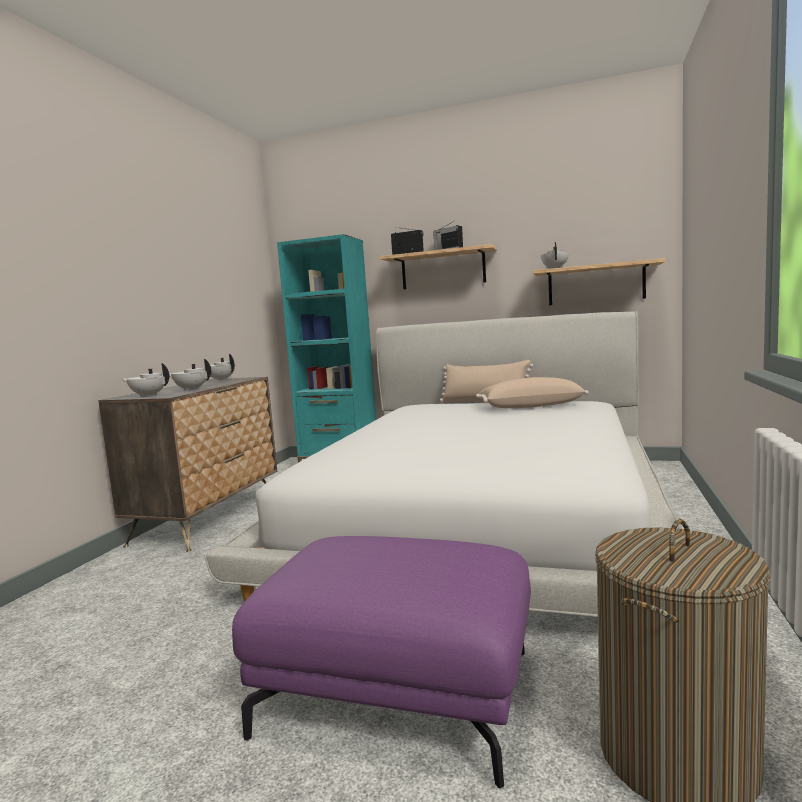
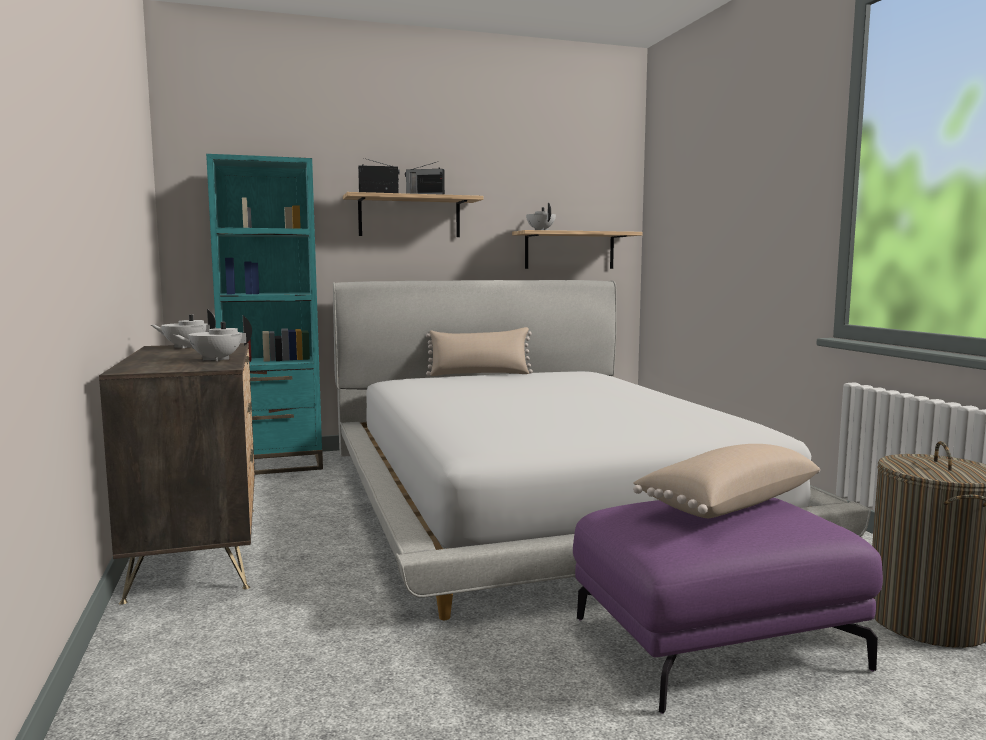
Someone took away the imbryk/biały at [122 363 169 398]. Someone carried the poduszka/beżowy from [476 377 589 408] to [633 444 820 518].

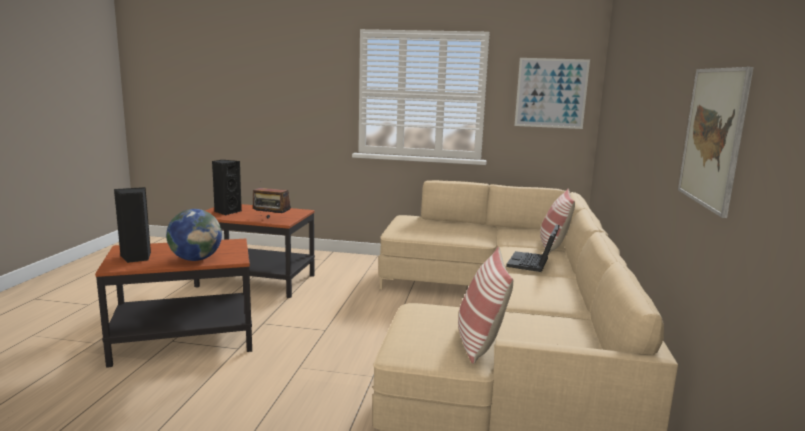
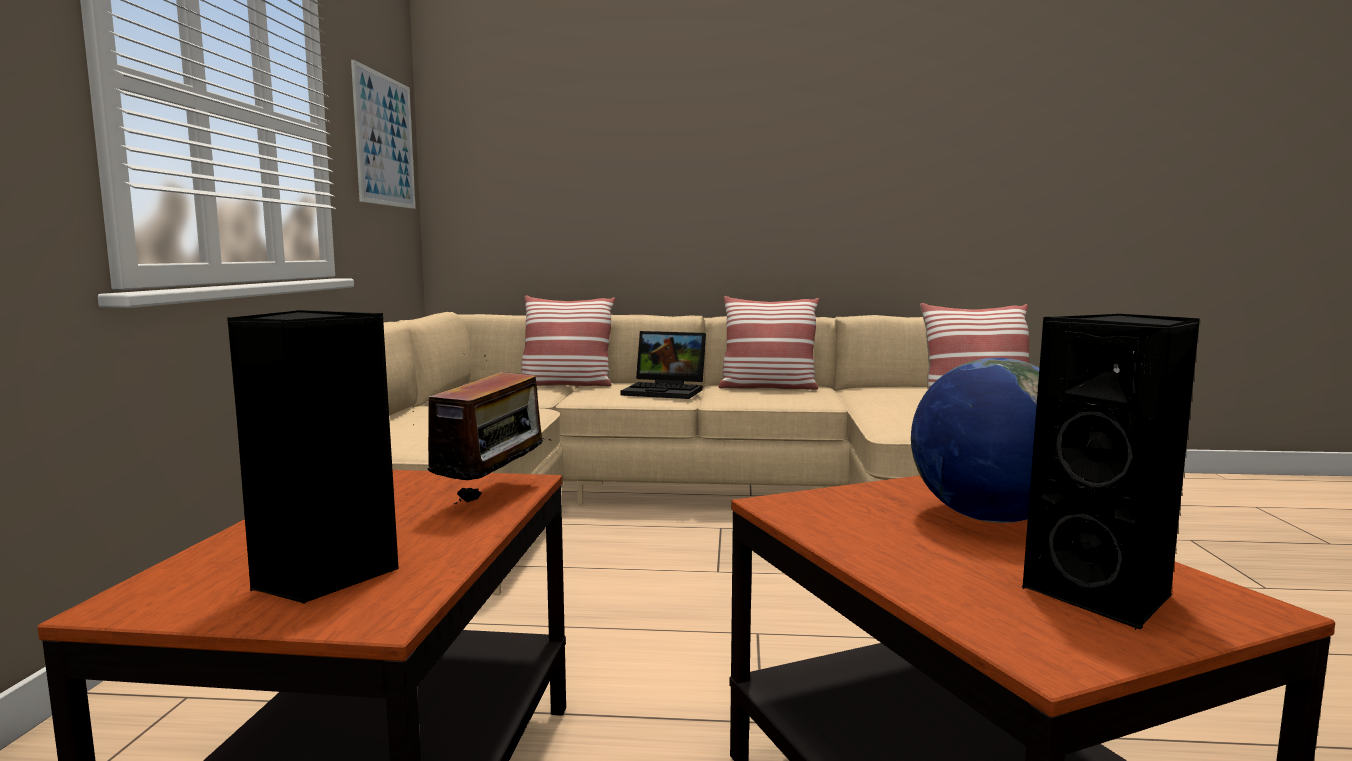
Someone took away the obraz at [678 67 754 218]. Someone put down the poduszka at [718 296 819 390].

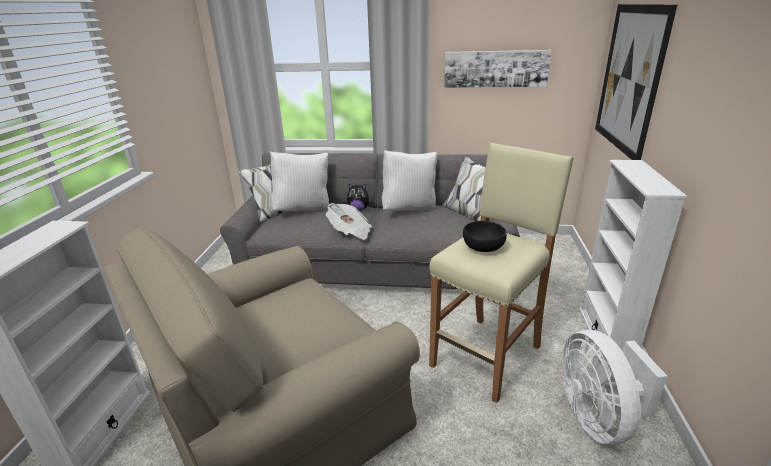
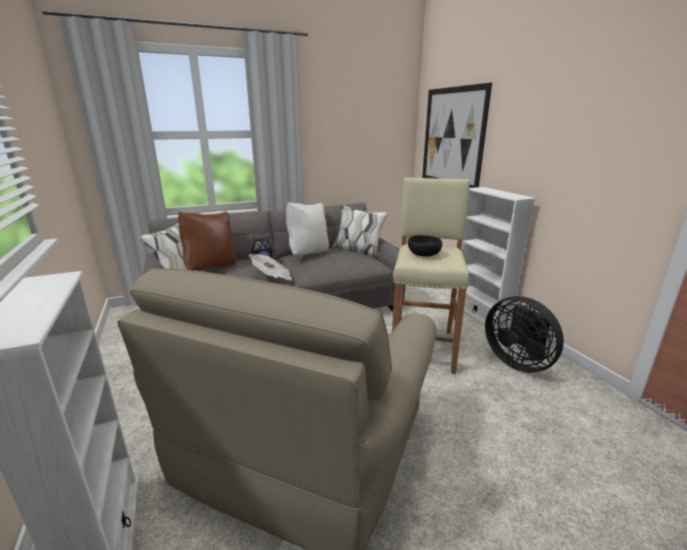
Someone repainted the poduszka/biały at [270 152 329 211], which became the poduszka/brązowy at [178 212 236 271]. Someone took away the obraz at [444 50 551 88]. Someone repainted the wentylator/biały at [562 330 668 445], which became the wentylator/czarny at [485 296 564 373].

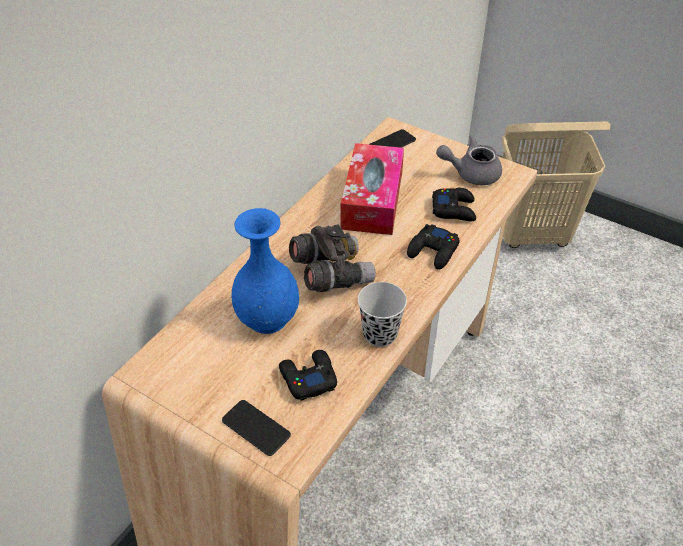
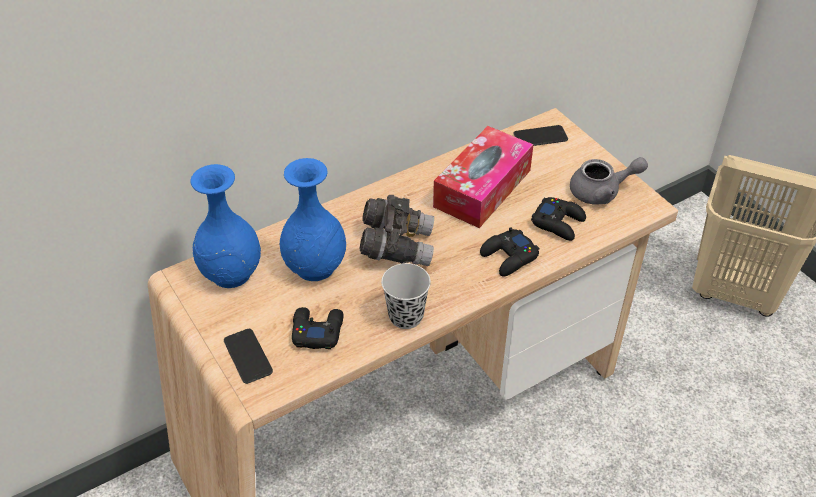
Someone rotated the imbryk/szary at [436 135 502 185] by 150 degrees clockwise. Someone put down the wazon/niebieski at [191 164 261 288].

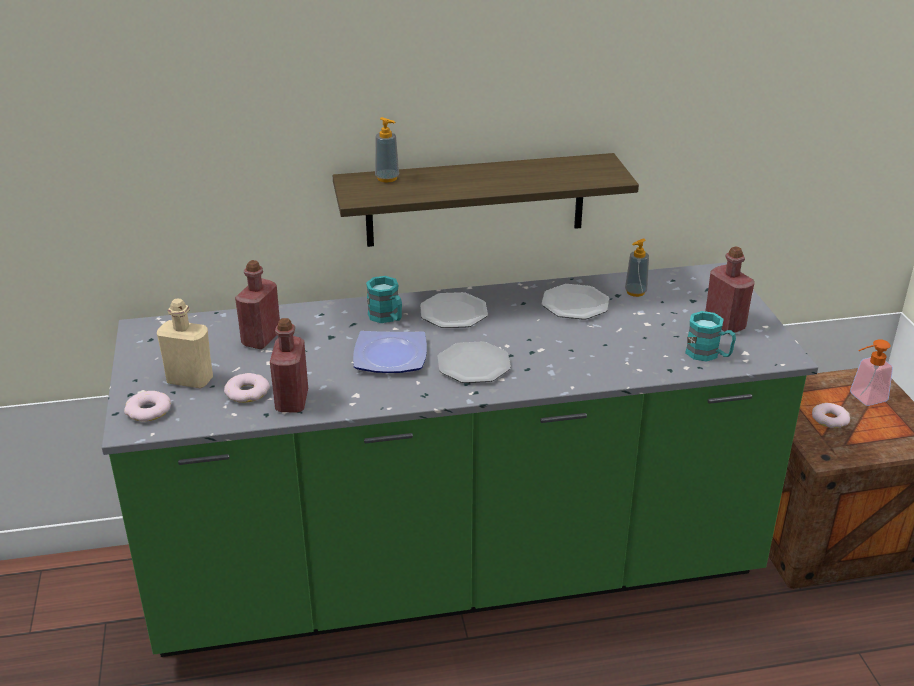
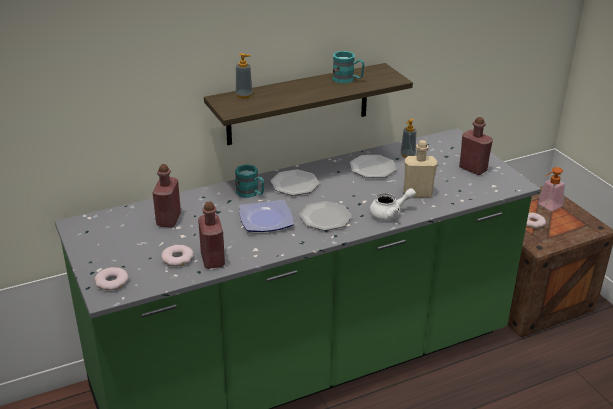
Someone carried the butelka/beżowy from [157 298 213 389] to [403 140 437 198]. Someone carried the kubek/turkusowy from [685 311 736 362] to [333 51 364 83]. Someone put down the imbryk/biały at [369 188 416 221].

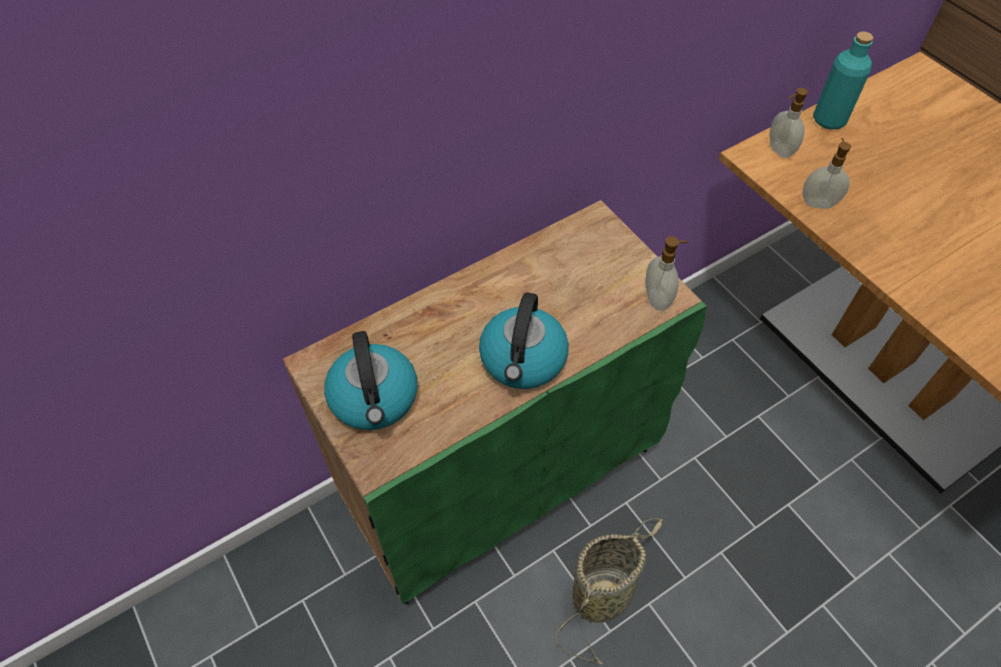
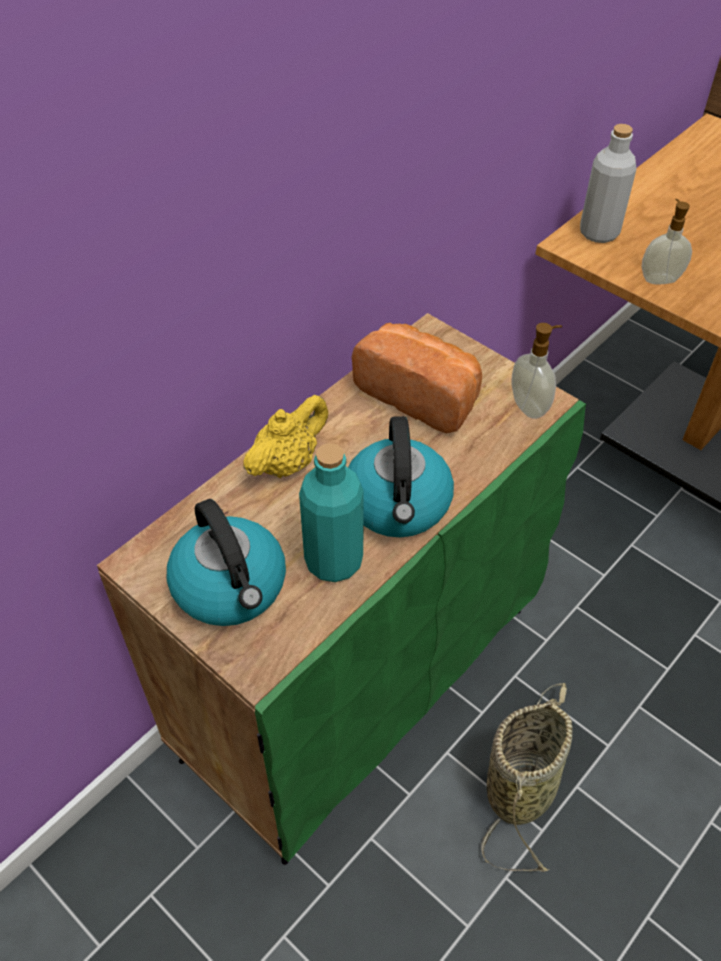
Someone swapped the dozownik mydła at [770 88 808 158] for the butelka/szary at [580 124 637 243]. Someone carried the butelka/turkusowy from [813 31 873 130] to [299 443 364 582]. Someone put down the imbryk/żółty at [243 395 328 478]. Someone put down the chleb at [352 323 482 433].

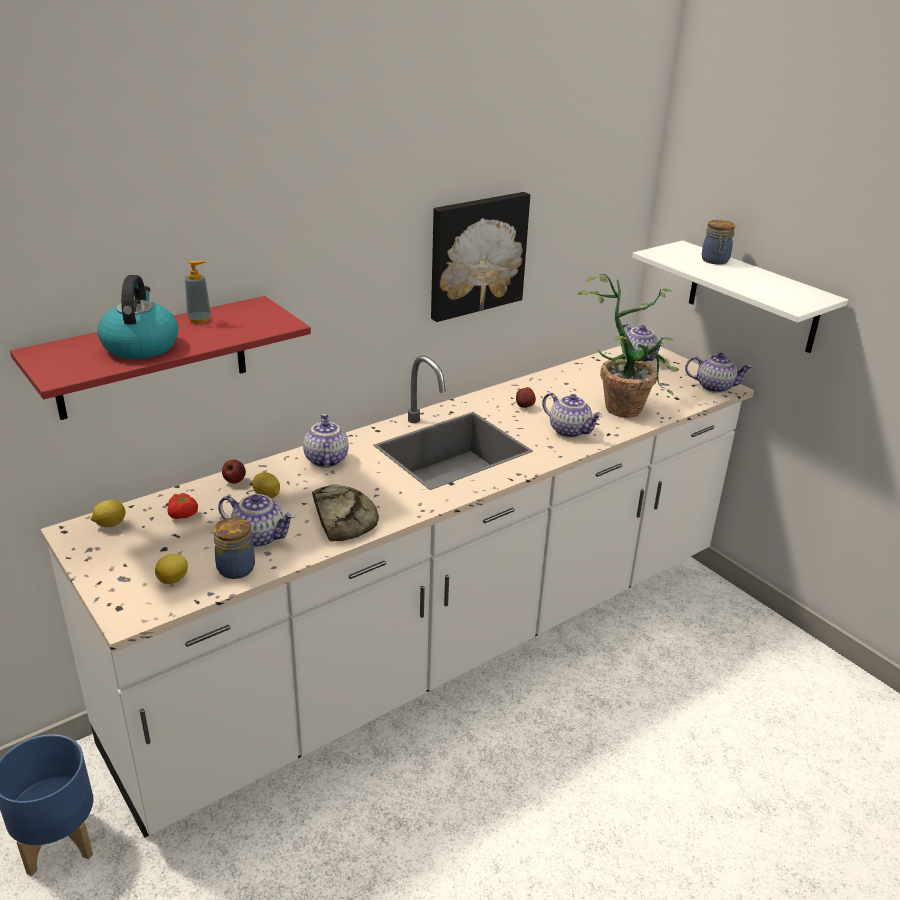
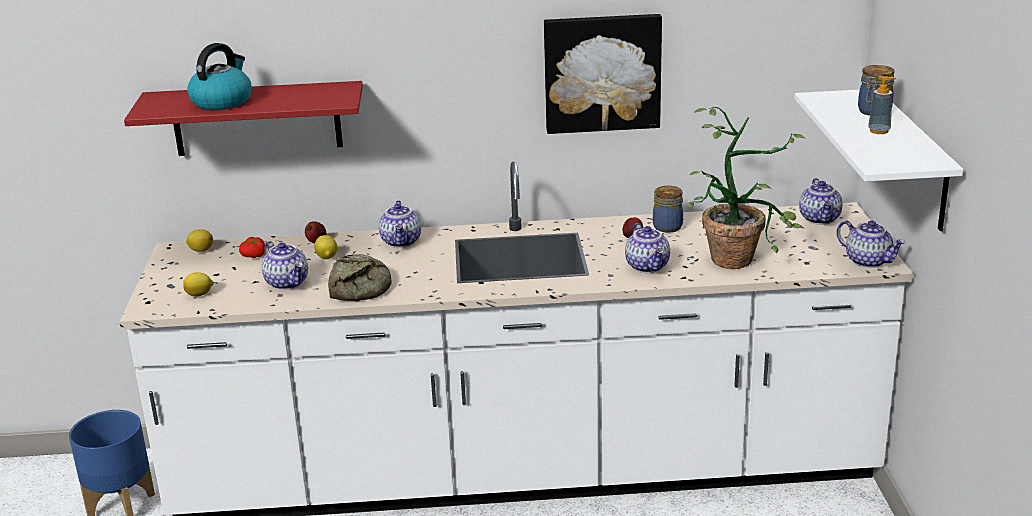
Someone carried the dozownik mydła from [185 261 211 324] to [868 76 896 134]. Someone carried the słoik from [213 517 255 579] to [653 186 683 233]. Someone rotated the imbryk at [303 414 349 468] by 150 degrees clockwise.

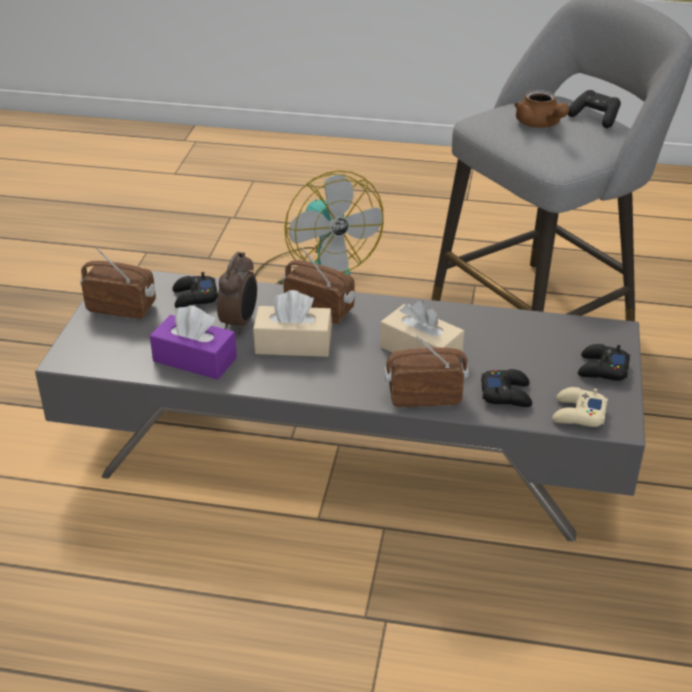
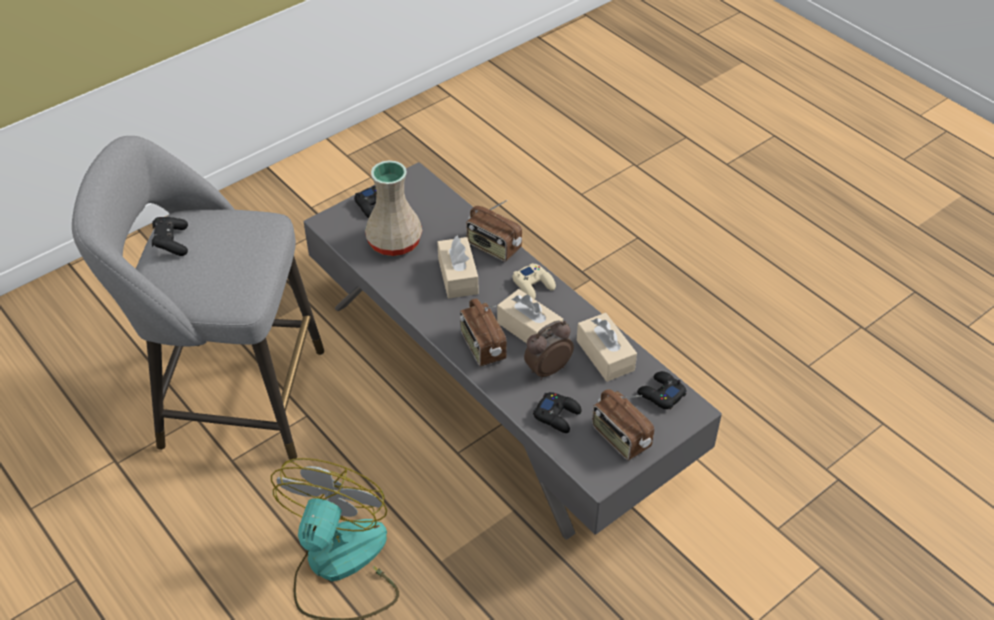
Someone repainted the pudełko chusteczek/fioletowy at [150 305 237 380], which became the pudełko chusteczek/beżowy at [577 313 637 382]. Someone carried the pad do gier/czarny from [481 369 532 407] to [637 371 687 409]. Someone took away the imbryk/brązowy at [514 90 569 128]. Someone carried the pad do gier/beżowy from [552 387 608 427] to [512 263 556 299]. Someone put down the wazon/beżowy at [365 160 422 256].

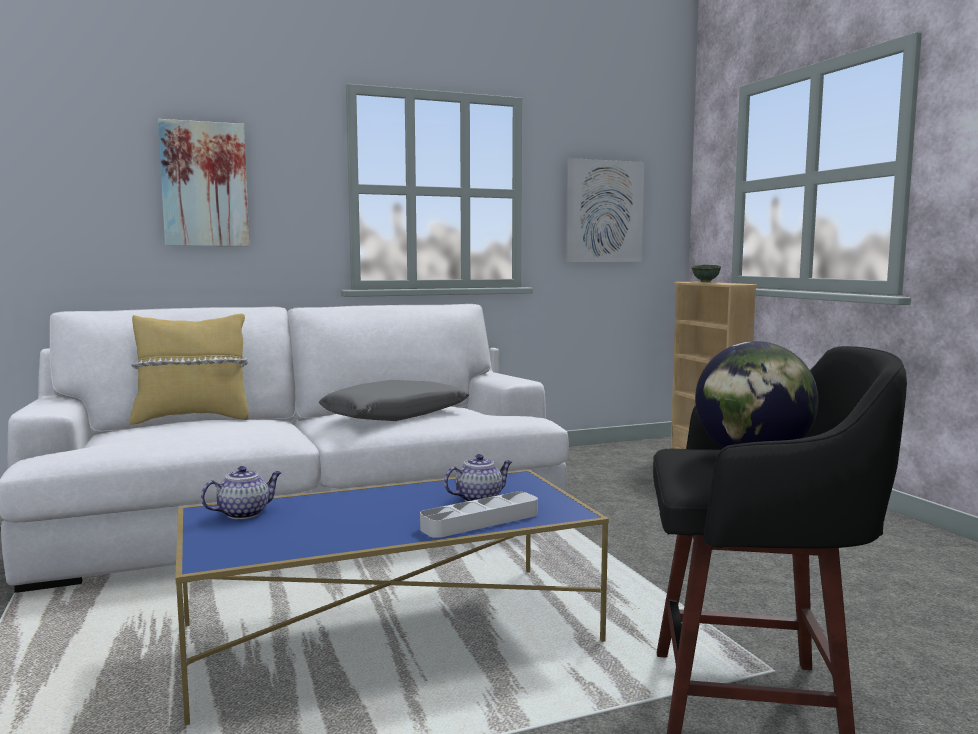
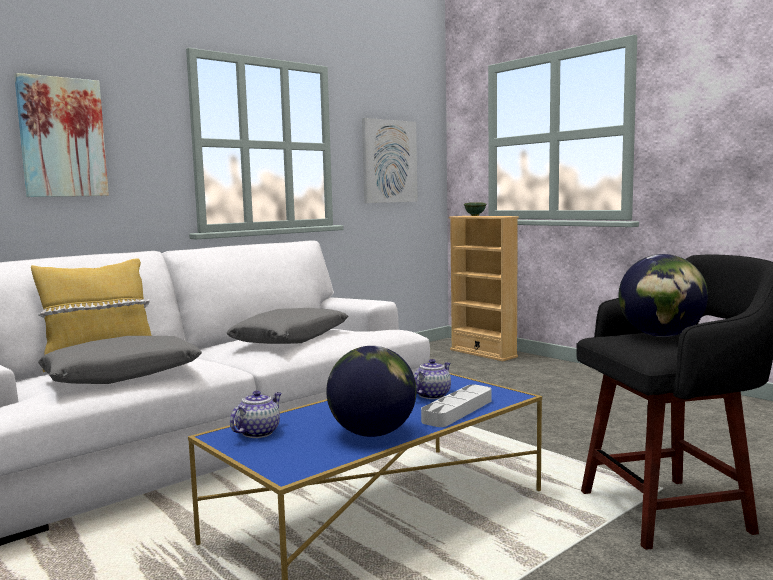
Someone put down the poduszka/szary at [38 336 202 384]. Someone put down the globus at [326 346 417 437].

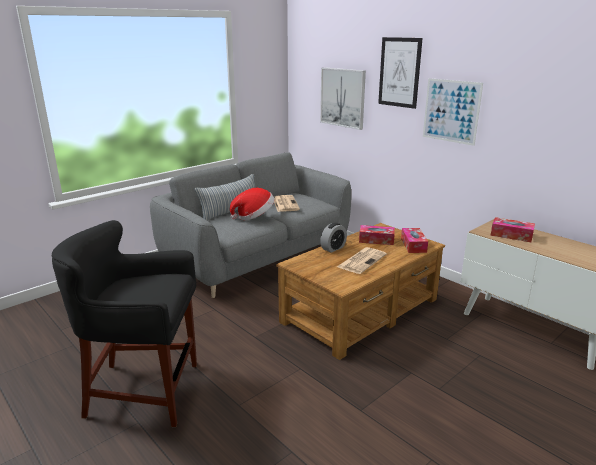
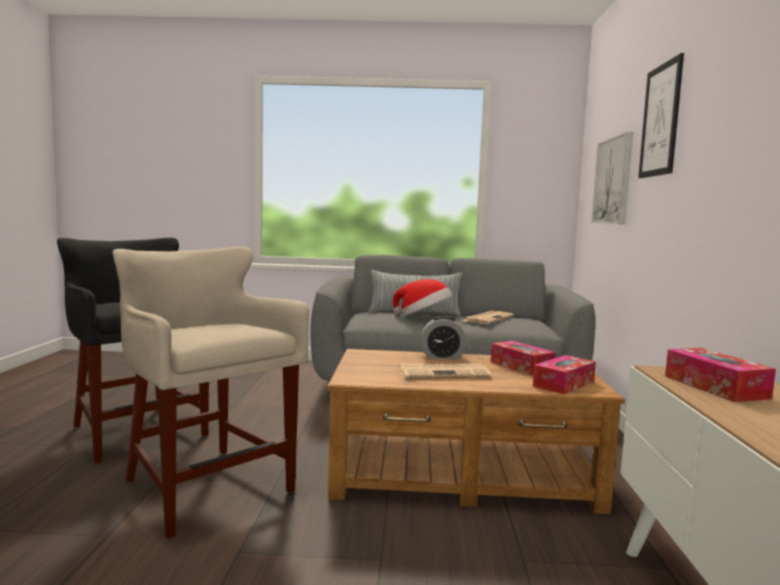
Someone took away the obraz at [423 78 483 146]. Someone put down the stołek/beżowy at [112 247 309 539].

